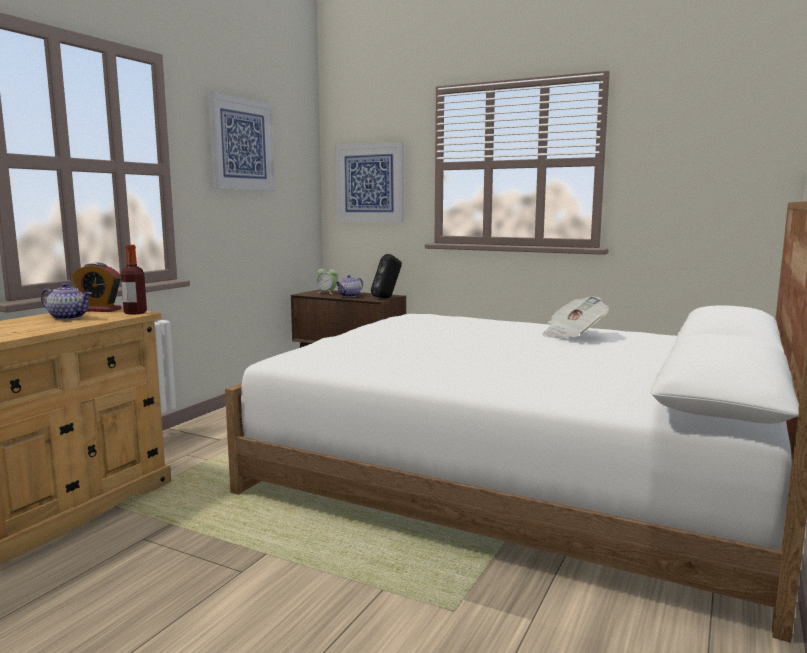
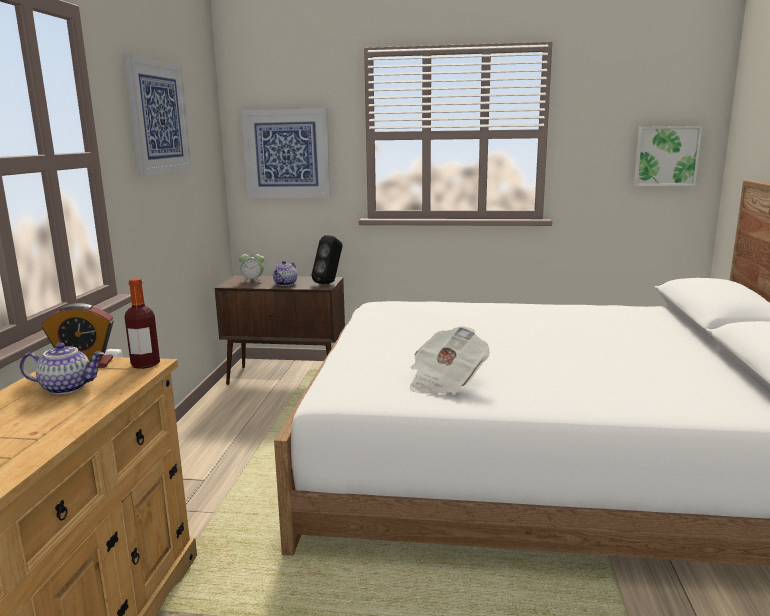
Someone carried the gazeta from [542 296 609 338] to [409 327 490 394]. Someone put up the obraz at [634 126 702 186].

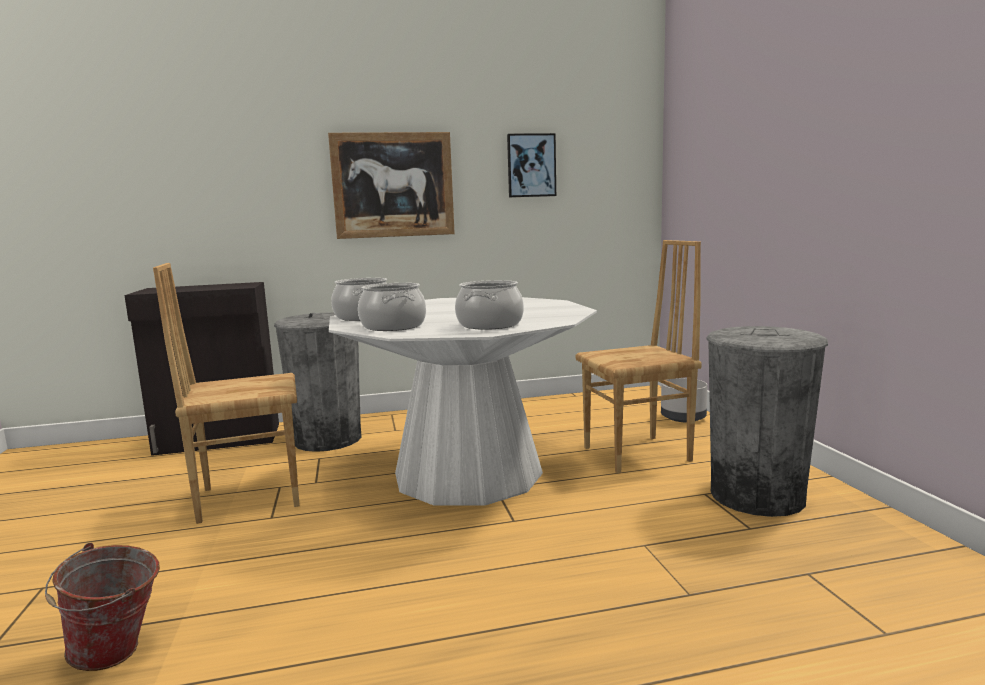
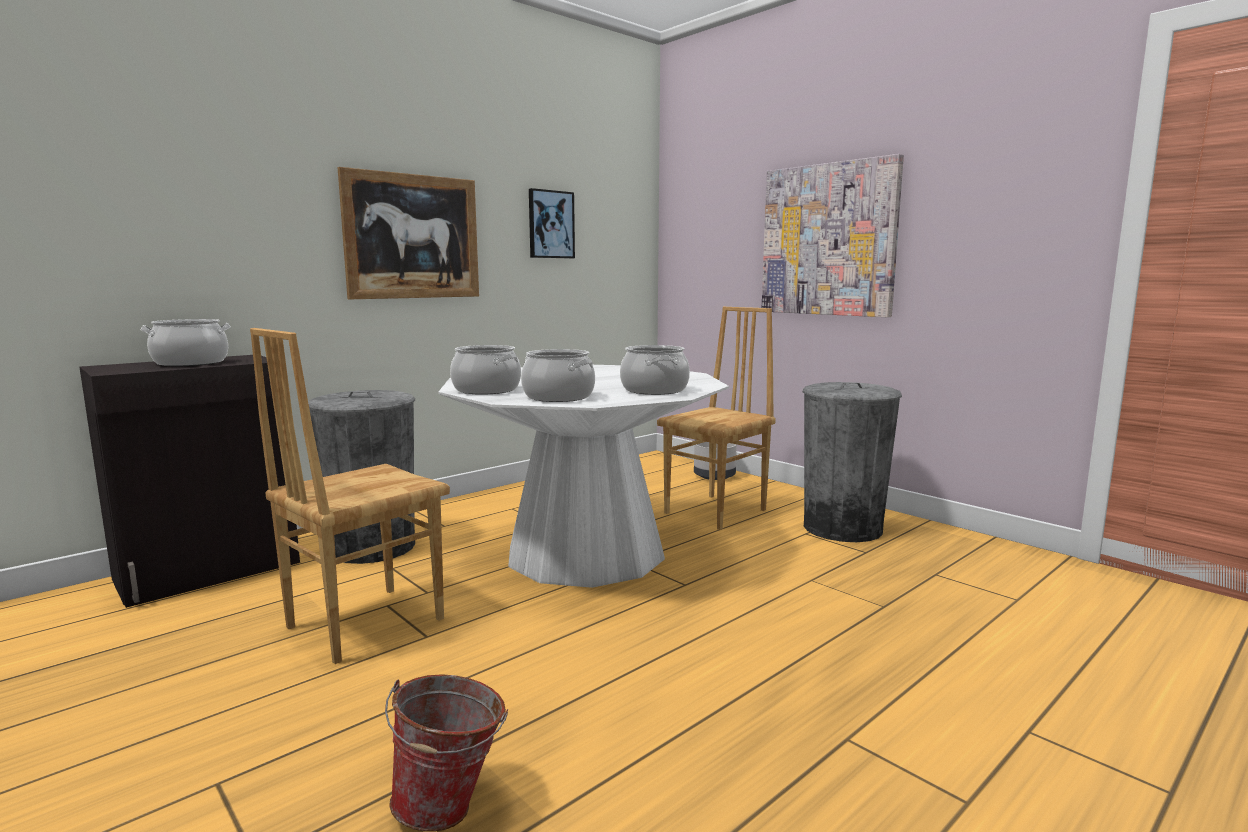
Someone put down the garnek at [140 319 230 366]. Someone put up the obraz at [762 154 904 317].

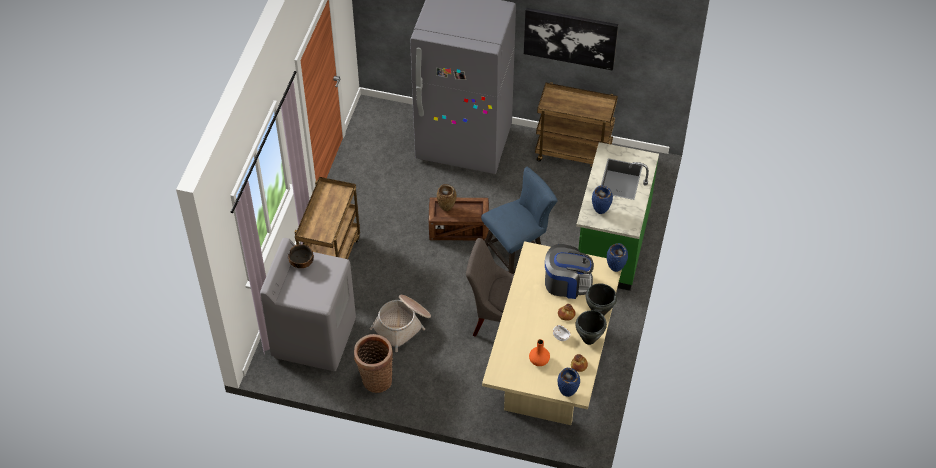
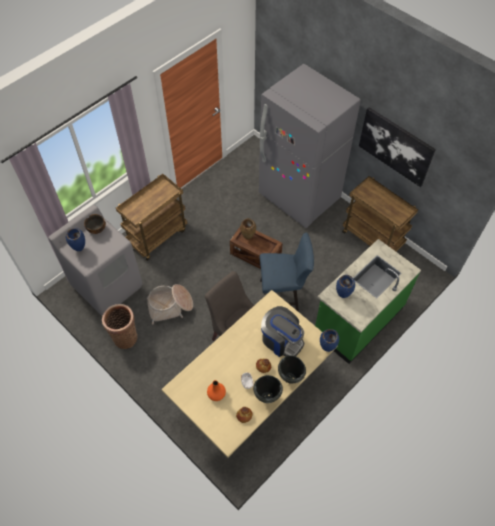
Someone carried the wazon/niebieski from [557 368 580 397] to [66 228 85 251].

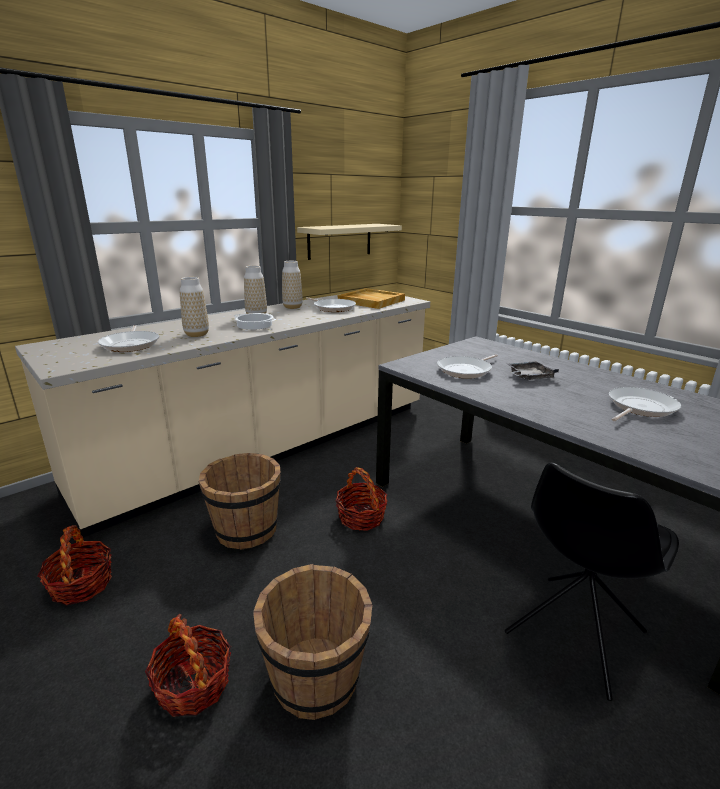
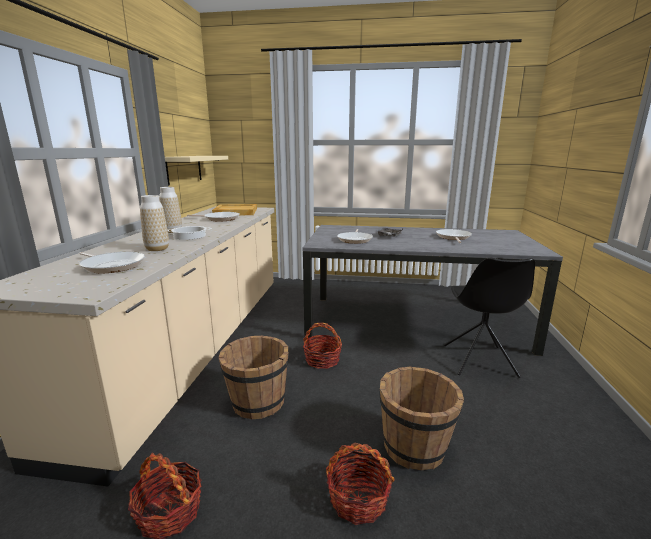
Someone took away the wazon at [282 261 303 309].

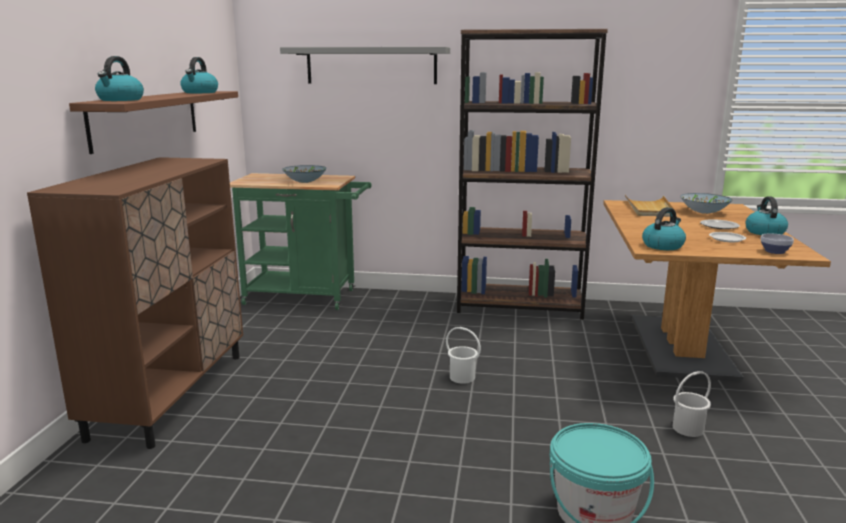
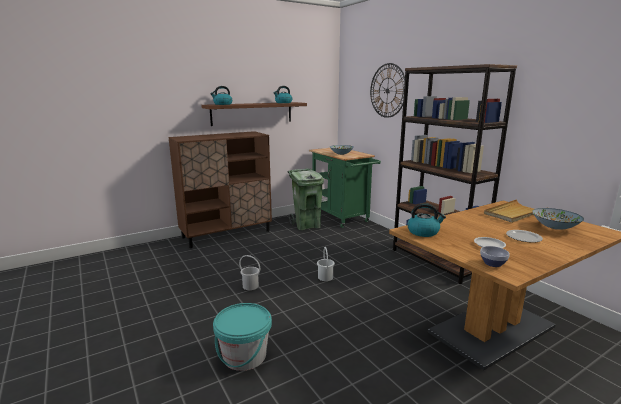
Someone swapped the półka/szary at [280 47 450 84] for the zegar ścienny at [370 63 405 118]. Someone carried the wiadro/biały from [673 371 711 437] to [239 255 260 290]. Someone took away the czajnik at [745 196 788 235]. Someone put down the kosz na śmieci/zielony at [287 168 324 230].

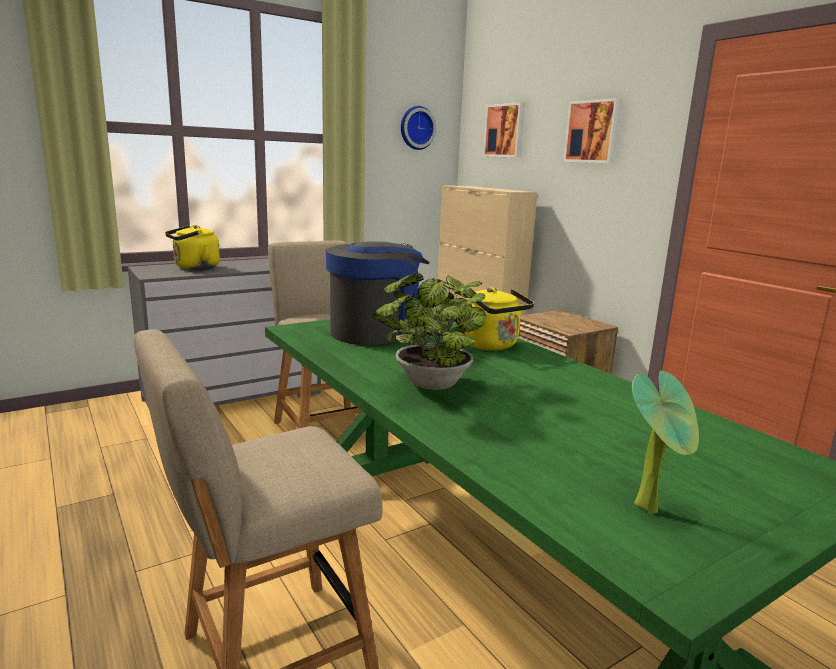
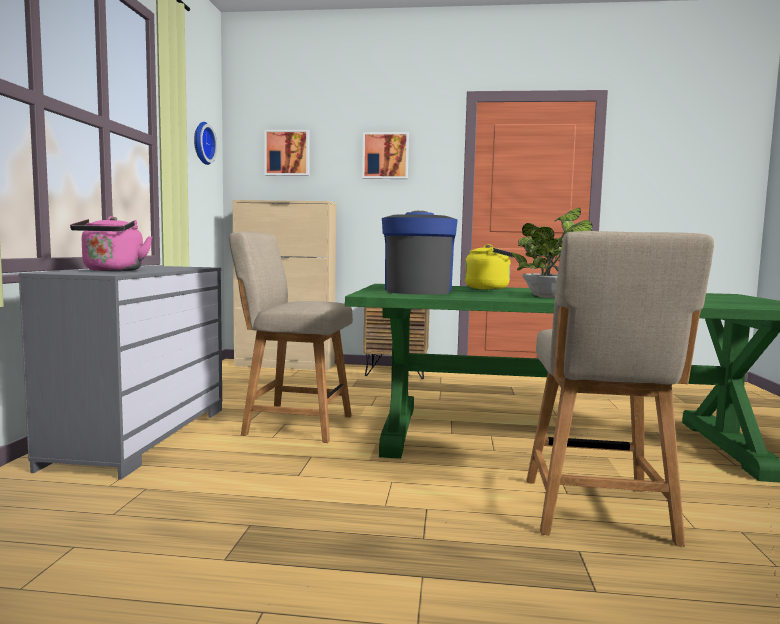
Someone repainted the czajnik/żółty at [165 225 220 270], which became the czajnik/różowy at [70 216 152 271]. Someone took away the roślina doniczkowa at [632 371 699 514].

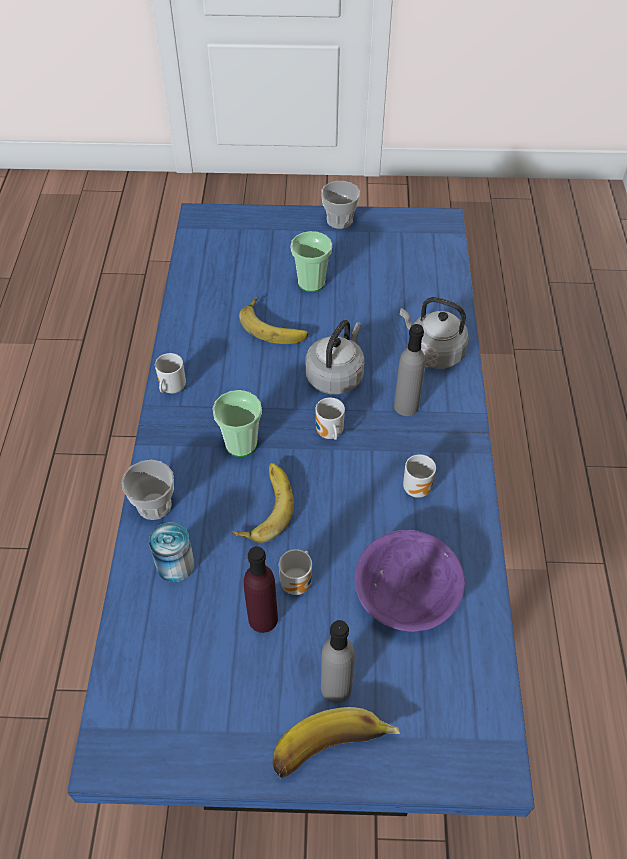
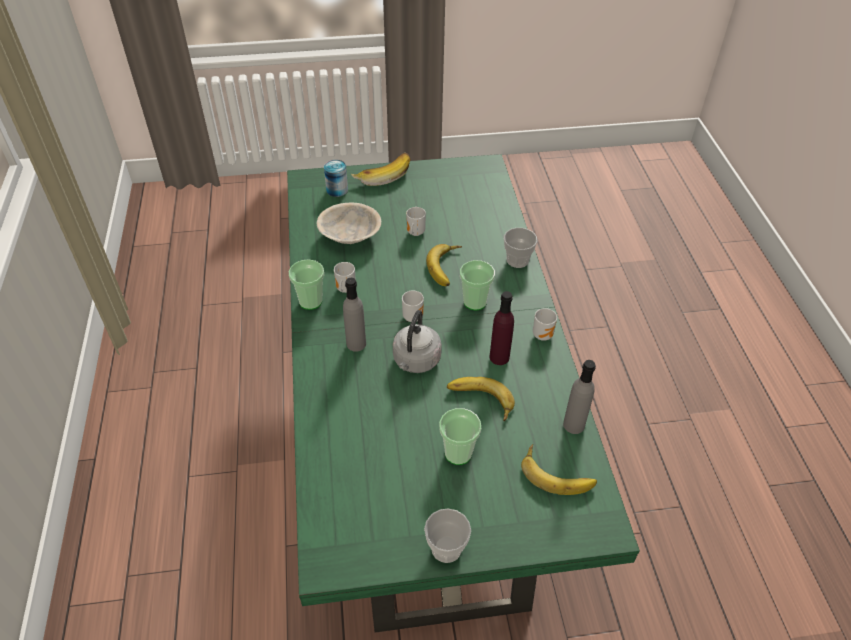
Someone repainted the stół jadalny/niebieski at [67 203 535 817], which became the stół jadalny/zielony at [287 154 640 633]. Someone carried the puszka from [149 522 195 582] to [324 160 348 197]. Someone carried the butelka/fioletowy from [244 546 278 633] to [489 291 514 365]. Someone carried the butelka/szary from [321 620 355 703] to [563 360 596 434]. Someone repainted the miska/fioletowy at [354 530 465 632], which became the miska/beżowy at [317 203 381 244]. Someone took away the czajnik/szary at [400 297 469 369]. Someone put down the filiżanka at [289 259 324 310]. Someone put down the banan at [521 444 597 495].

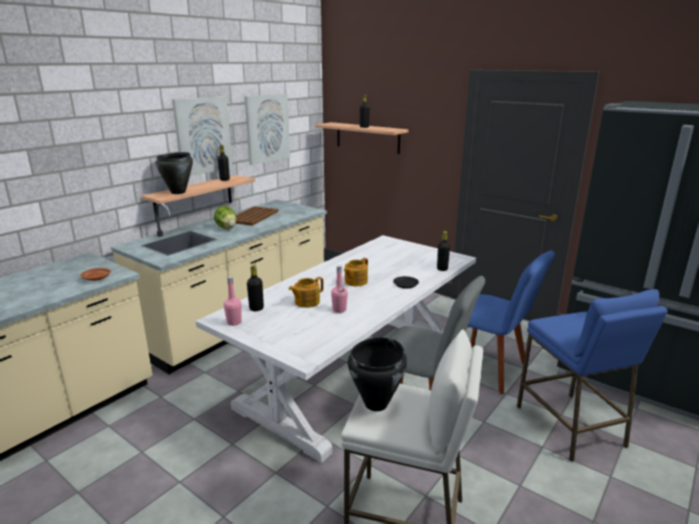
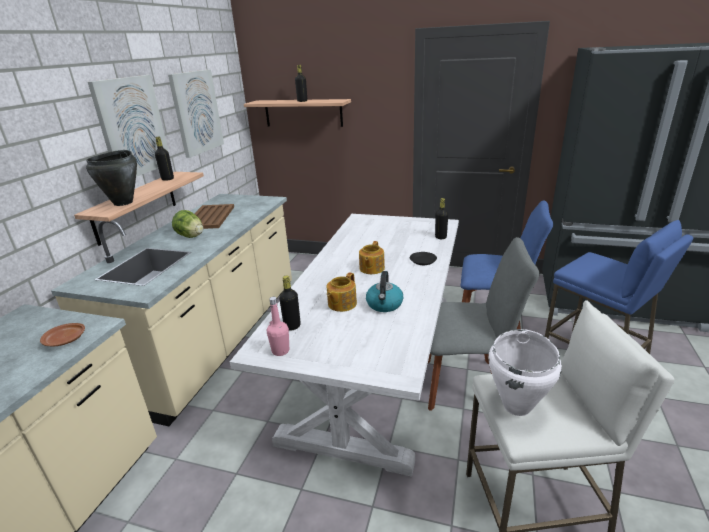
Someone swapped the butelka/różowy at [331 266 348 313] for the czajnik at [366 271 403 312]. Someone repainted the garnek/czarny at [348 337 407 411], which became the garnek/biały at [488 329 562 416].

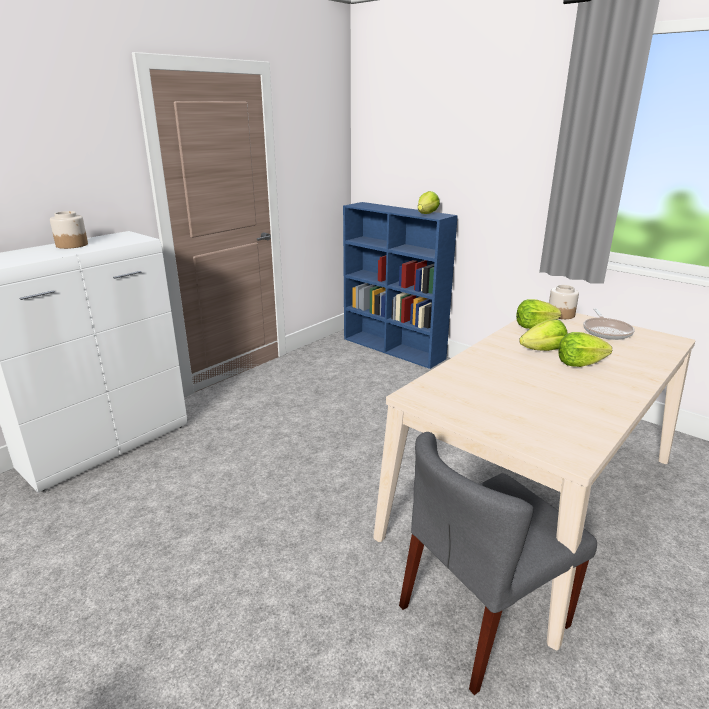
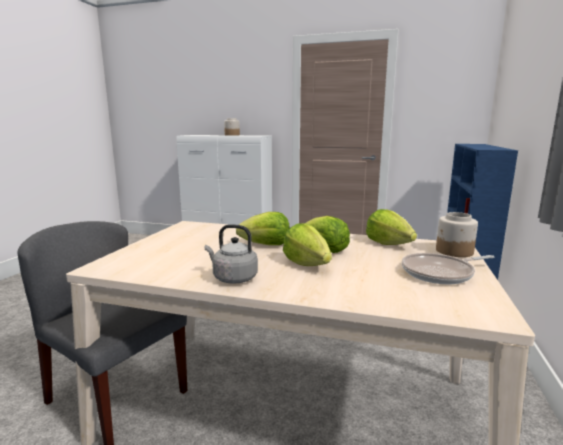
Someone carried the sałata from [418 191 440 214] to [236 212 290 245]. Someone put down the czajnik/szary at [205 225 258 284].

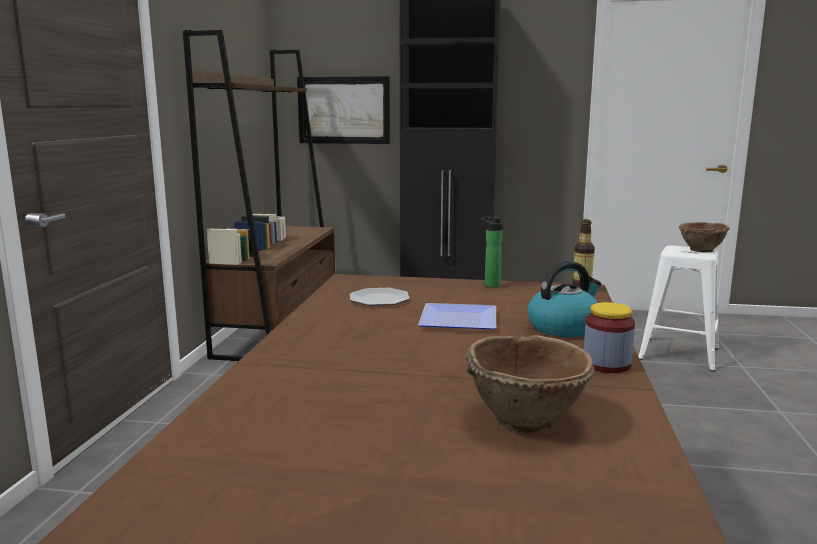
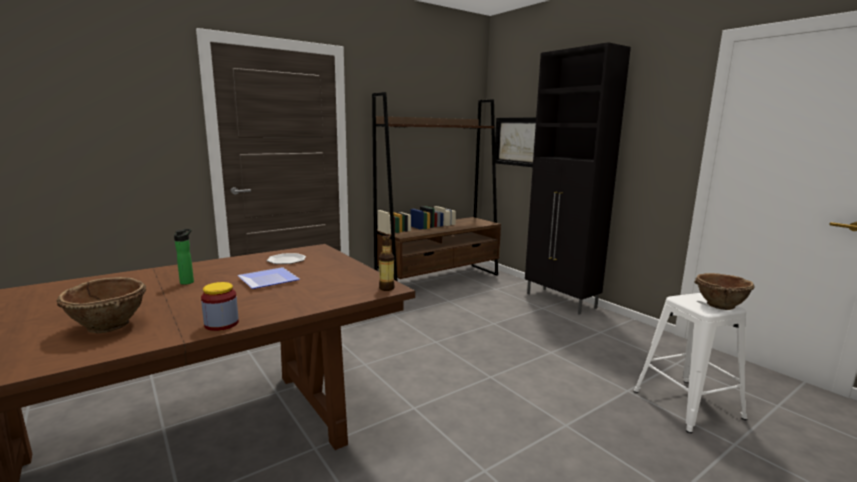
Someone carried the butelka from [481 216 503 288] to [174 229 194 285]. Someone took away the czajnik at [527 261 601 337].

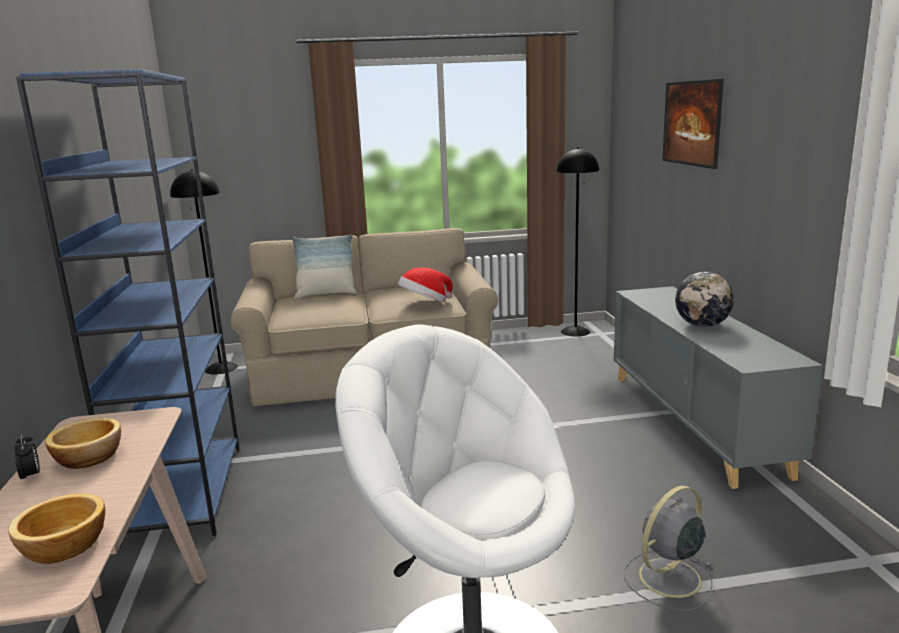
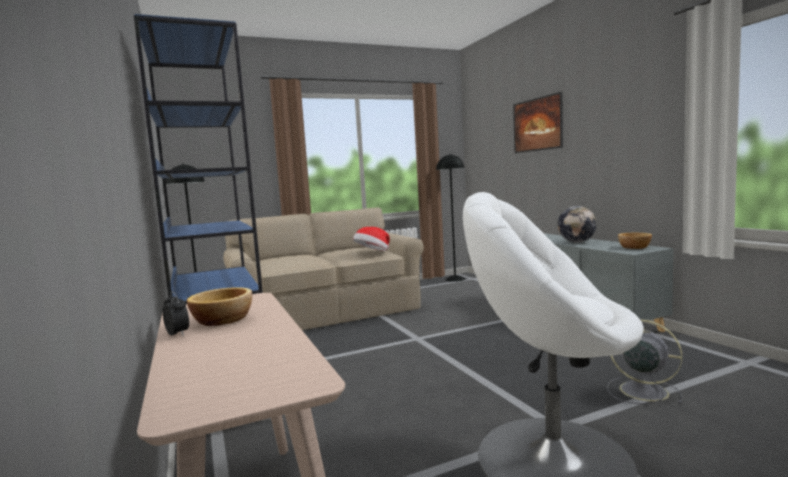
Someone carried the miska from [8 493 105 564] to [618 233 652 249]. Someone took away the poduszka at [292 234 357 298]. Someone rotated the wentylator/szary at [624 486 713 611] by 90 degrees clockwise.

